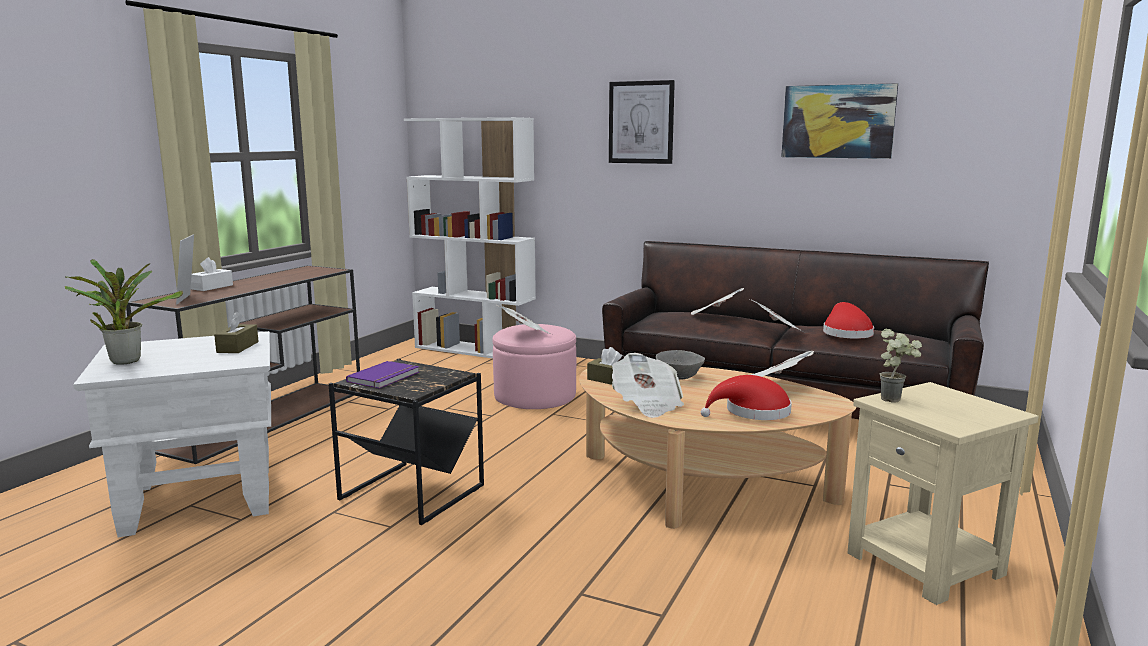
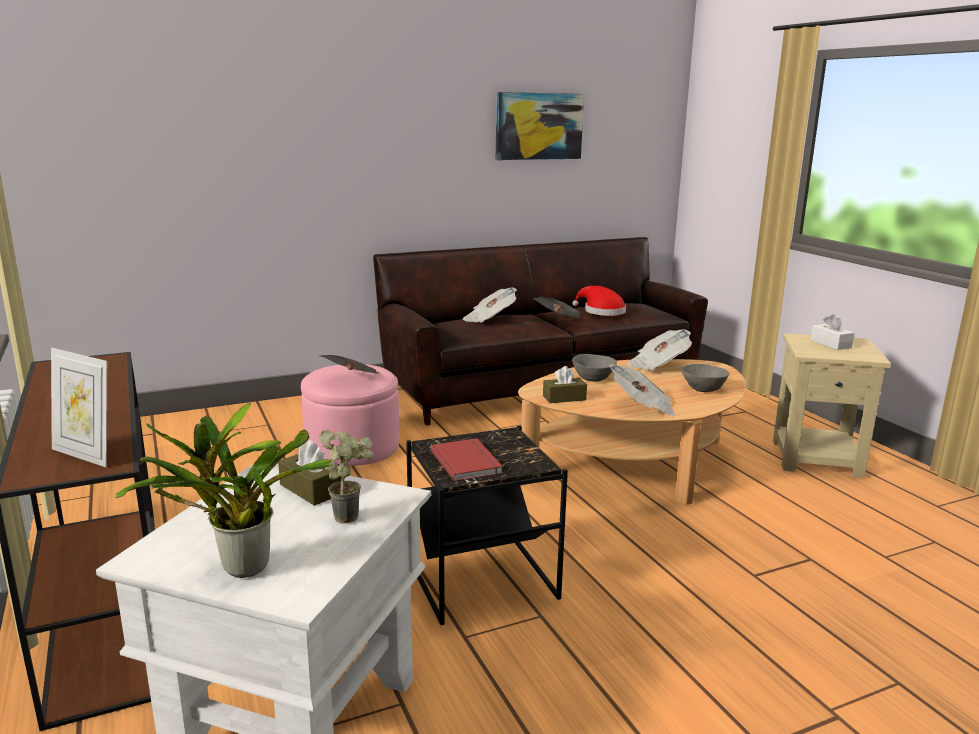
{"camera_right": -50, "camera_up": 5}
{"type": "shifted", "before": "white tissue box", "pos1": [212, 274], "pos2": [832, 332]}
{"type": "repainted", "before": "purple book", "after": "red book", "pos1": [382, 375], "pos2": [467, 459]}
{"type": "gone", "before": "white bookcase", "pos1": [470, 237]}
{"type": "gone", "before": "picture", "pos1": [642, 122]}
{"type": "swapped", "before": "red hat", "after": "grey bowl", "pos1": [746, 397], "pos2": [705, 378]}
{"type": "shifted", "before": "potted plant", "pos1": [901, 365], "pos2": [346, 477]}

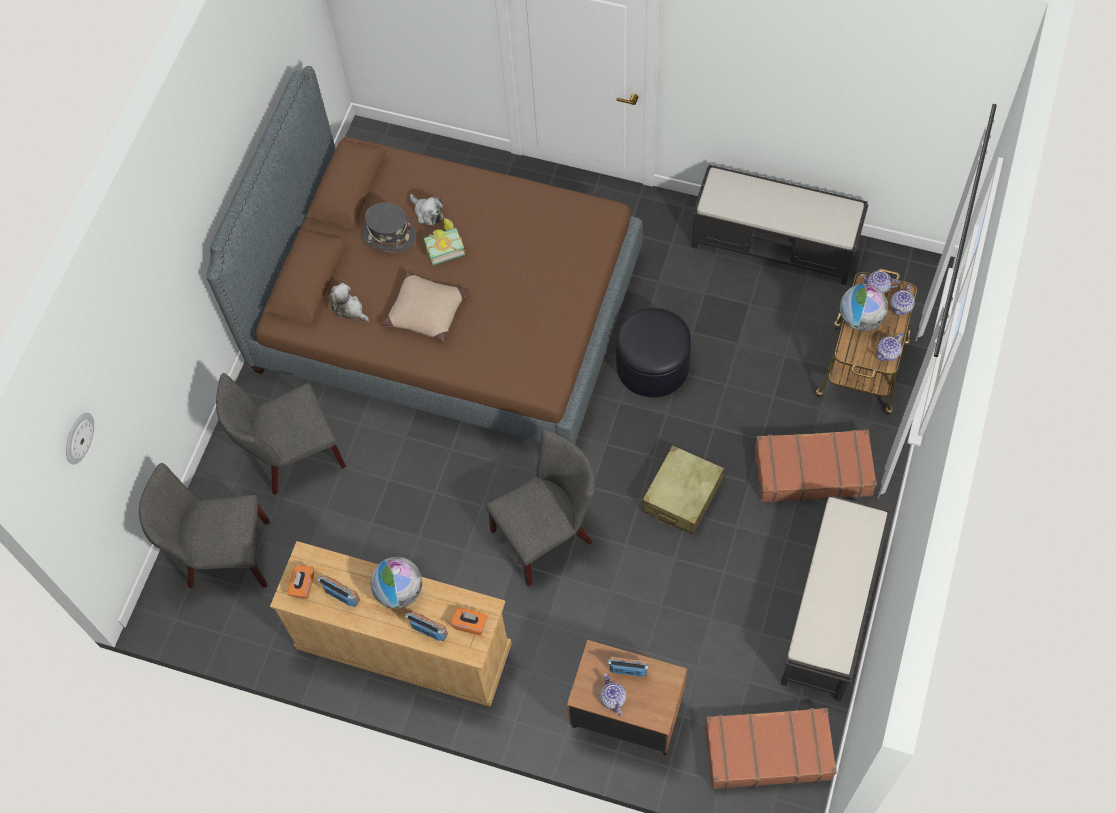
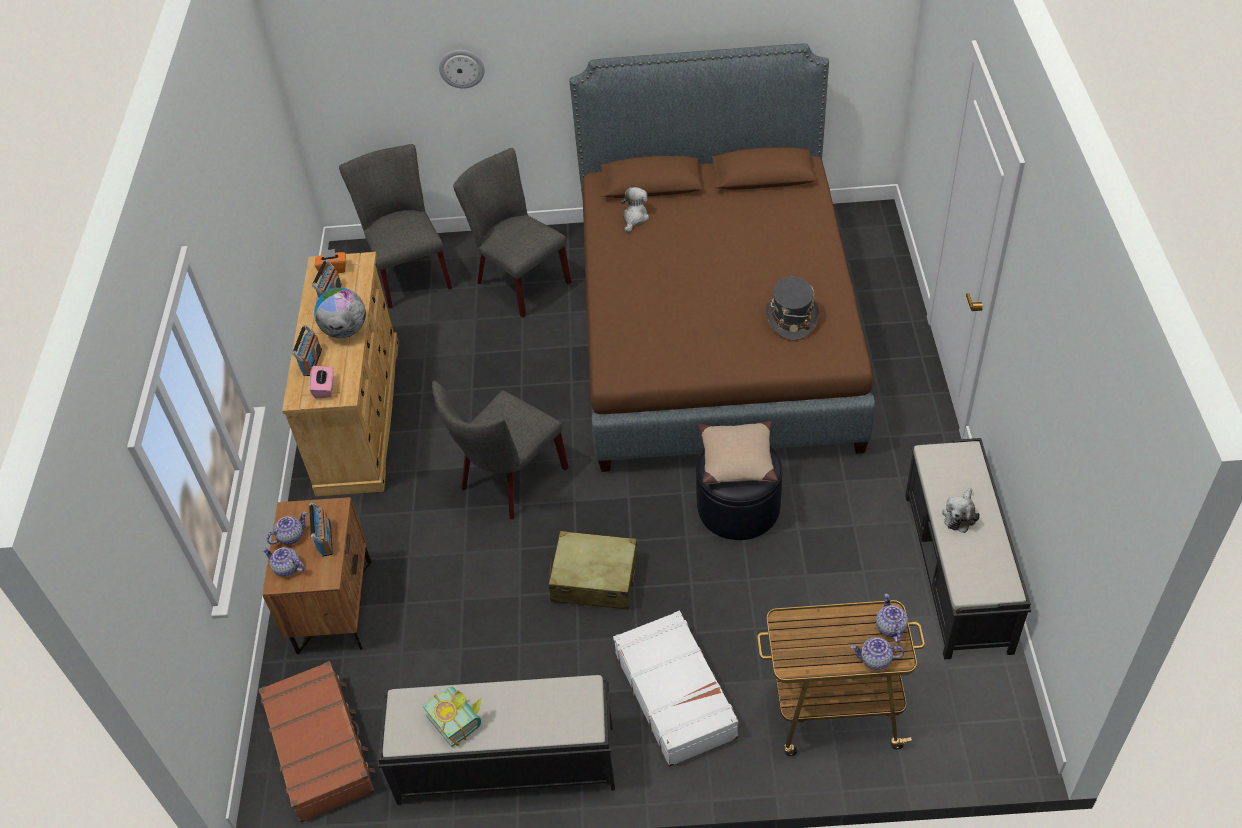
{"camera_right": 70, "camera_up": -15}
{"type": "shifted", "before": "wall clock", "pos1": [80, 439], "pos2": [462, 69]}
{"type": "shifted", "before": "grey hat", "pos1": [389, 227], "pos2": [792, 309]}
{"type": "shifted", "before": "beige pillow", "pos1": [425, 307], "pos2": [738, 452]}
{"type": "shifted", "before": "plush toy", "pos1": [427, 210], "pos2": [961, 510]}
{"type": "shifted", "before": "book", "pos1": [445, 241], "pos2": [452, 716]}
{"type": "repainted", "before": "orange tissue box", "after": "pink tissue box", "pos1": [469, 621], "pos2": [321, 382]}
{"type": "rotated", "before": "grey chair", "pos1": [540, 507], "pos2": [500, 450], "turn": 90}
{"type": "repainted", "before": "brown suitcase", "after": "white suitcase", "pos1": [816, 466], "pos2": [675, 689]}
{"type": "gone", "before": "globe", "pos1": [864, 307]}
{"type": "shifted", "before": "teapot", "pos1": [890, 347], "pos2": [283, 561]}

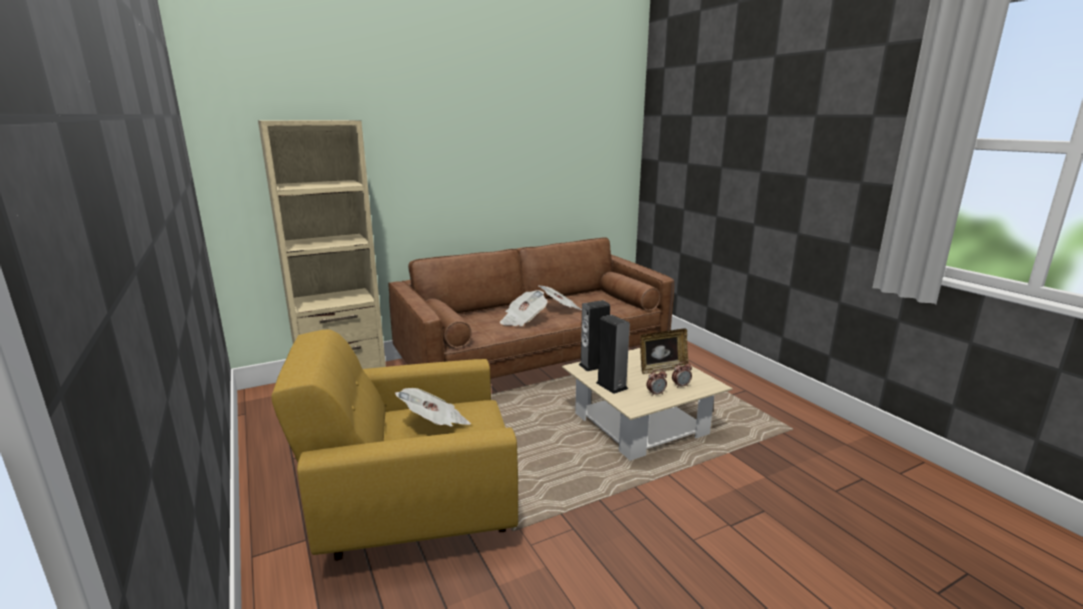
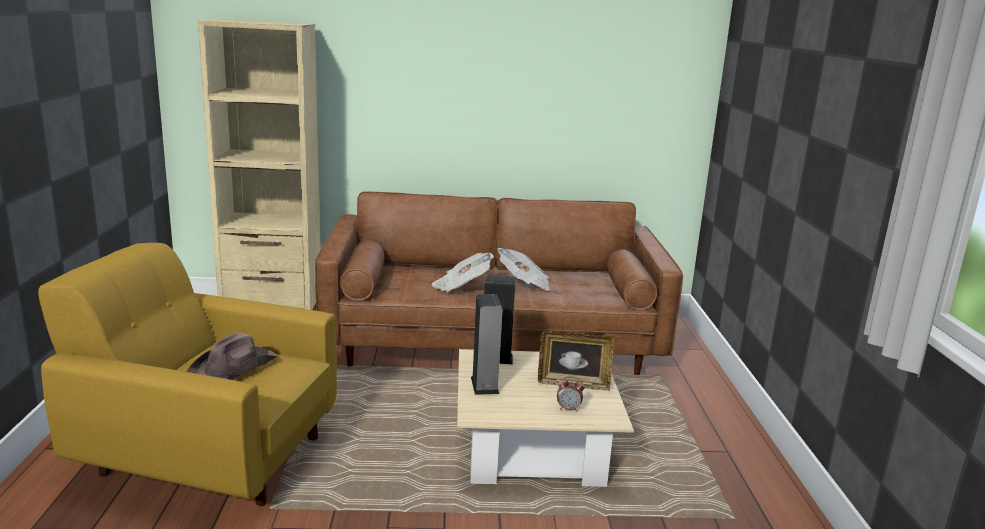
{"camera_right": 25, "camera_up": 0}
{"type": "swapped", "before": "newspaper", "after": "brown hat", "pos1": [433, 407], "pos2": [232, 356]}
{"type": "gone", "before": "alarm clock", "pos1": [656, 382]}

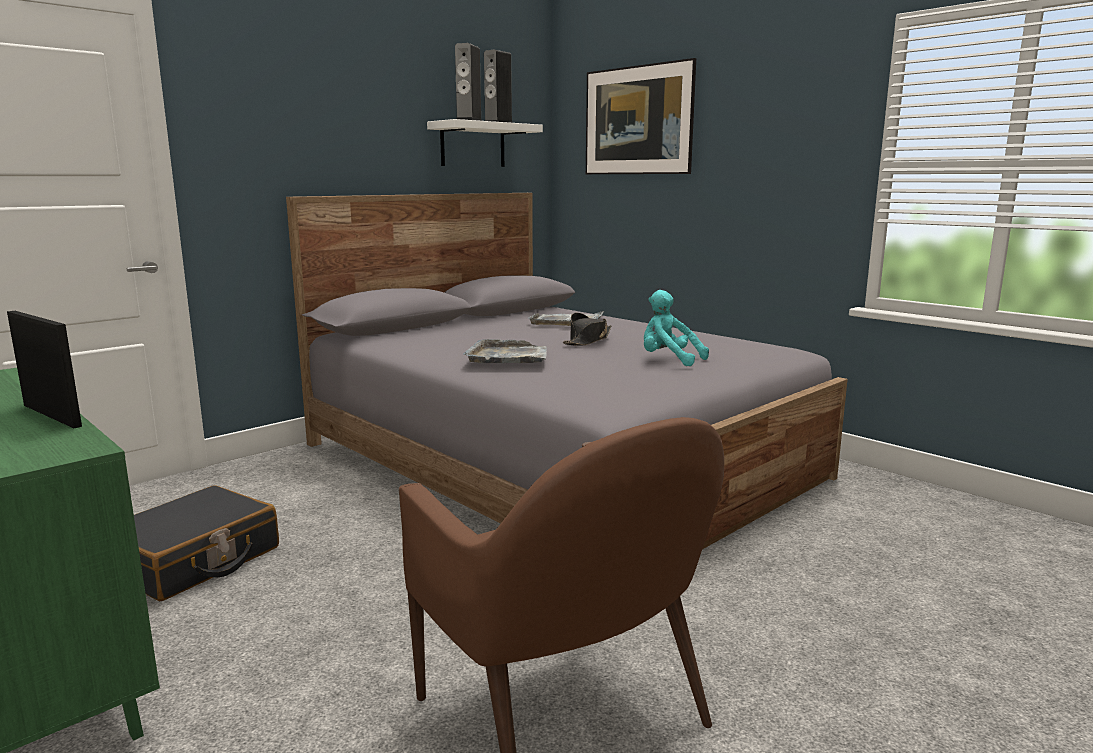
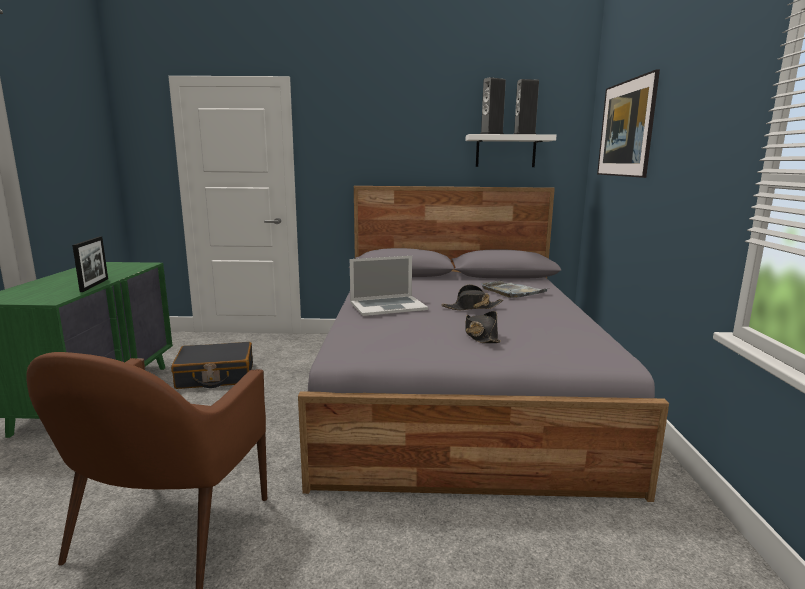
{"camera_right": 45, "camera_up": 0}
{"type": "swapped", "before": "grey tray", "after": "laptop", "pos1": [505, 351], "pos2": [389, 286]}
{"type": "swapped", "before": "turquoise plush toy", "after": "black hat", "pos1": [676, 328], "pos2": [483, 327]}

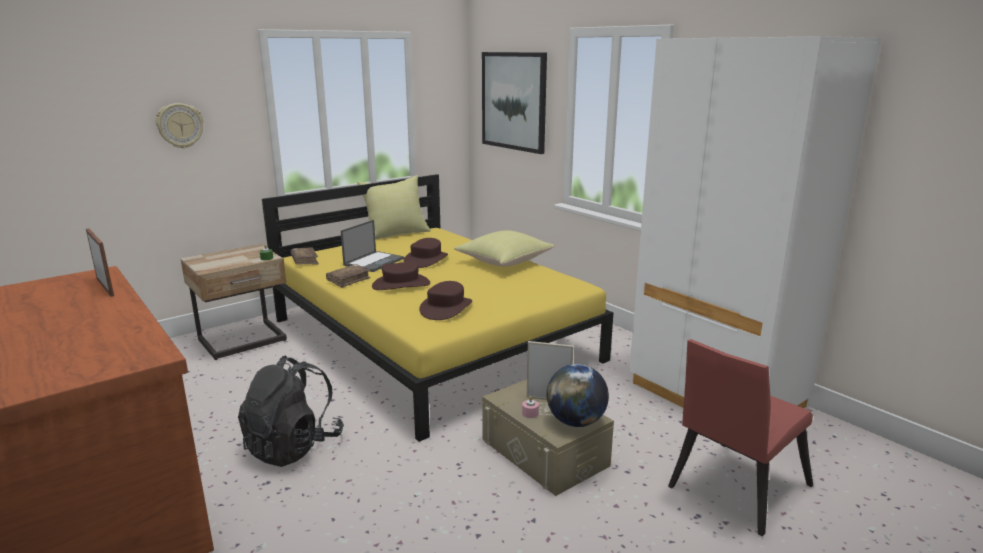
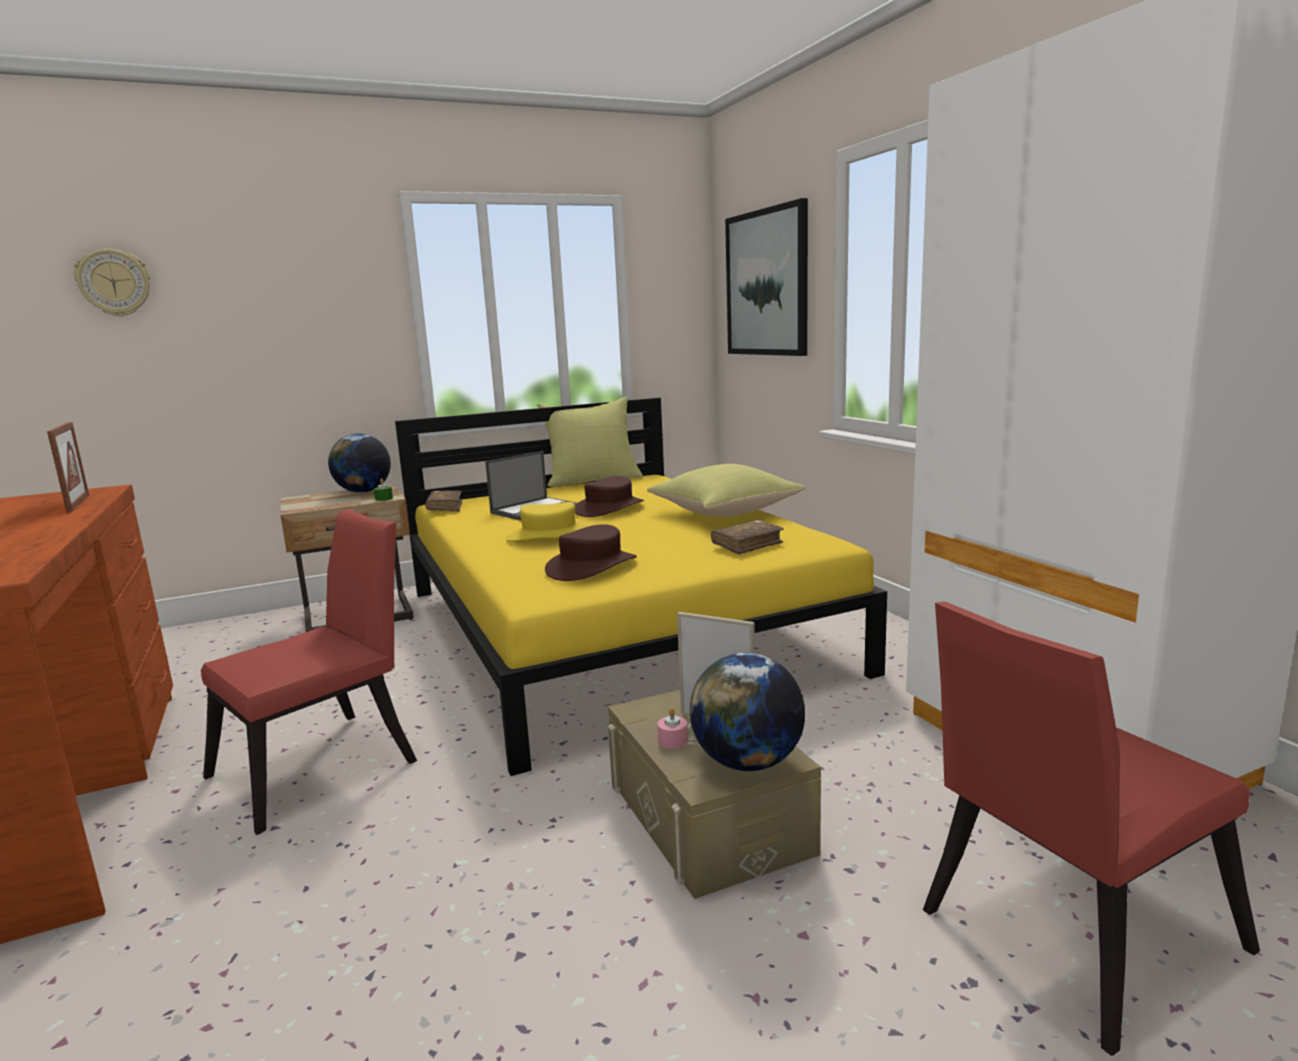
{"camera_right": 15, "camera_up": -5}
{"type": "shifted", "before": "wall clock", "pos1": [180, 126], "pos2": [112, 283]}
{"type": "swapped", "before": "black backpack", "after": "red chair", "pos1": [291, 411], "pos2": [309, 671]}
{"type": "shifted", "before": "brown book", "pos1": [348, 276], "pos2": [747, 537]}
{"type": "repainted", "before": "brown hat", "after": "yellow hat", "pos1": [401, 276], "pos2": [547, 521]}
{"type": "new", "after": "globe", "pos2": [359, 463]}

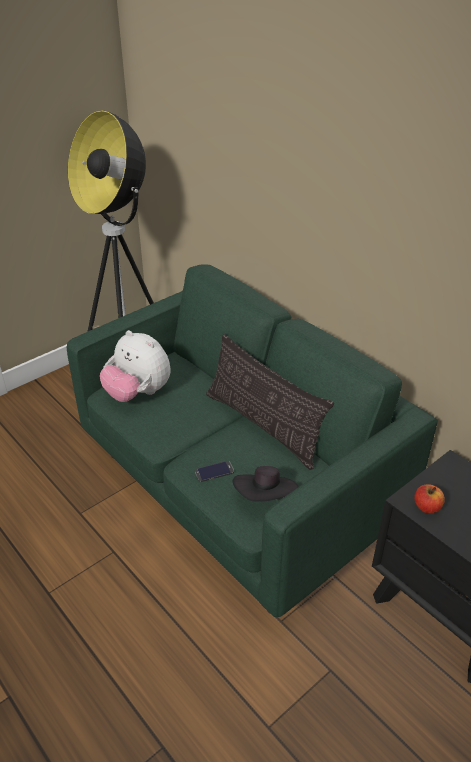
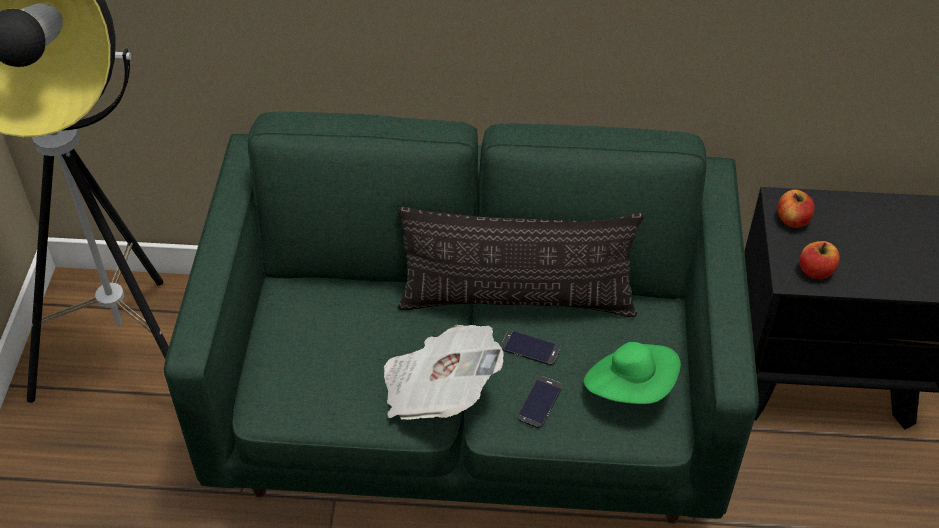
{"camera_right": -45, "camera_up": 10}
{"type": "gone", "before": "plush toy", "pos1": [135, 366]}
{"type": "repainted", "before": "black hat", "after": "green hat", "pos1": [266, 484], "pos2": [632, 373]}
{"type": "new", "after": "newspaper", "pos2": [444, 372]}
{"type": "new", "after": "phone", "pos2": [530, 347]}
{"type": "new", "after": "apple", "pos2": [796, 209]}

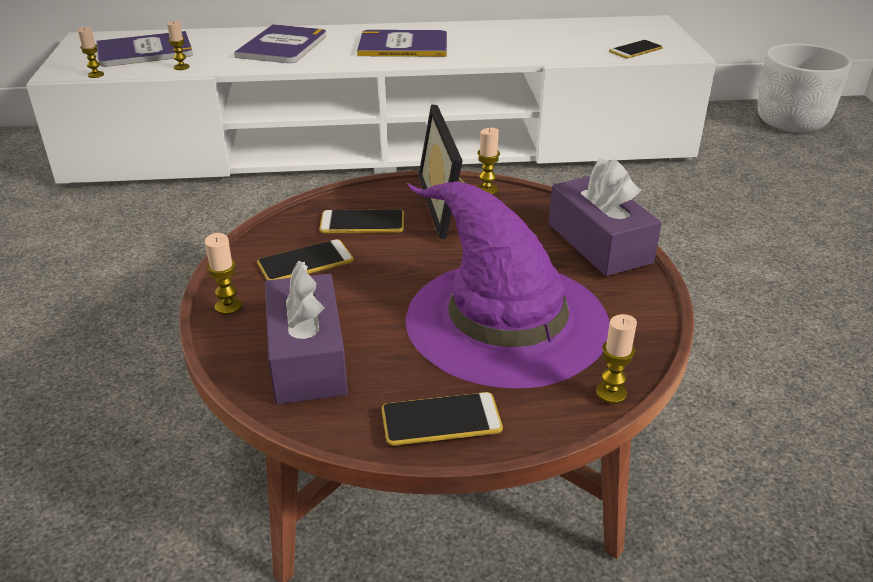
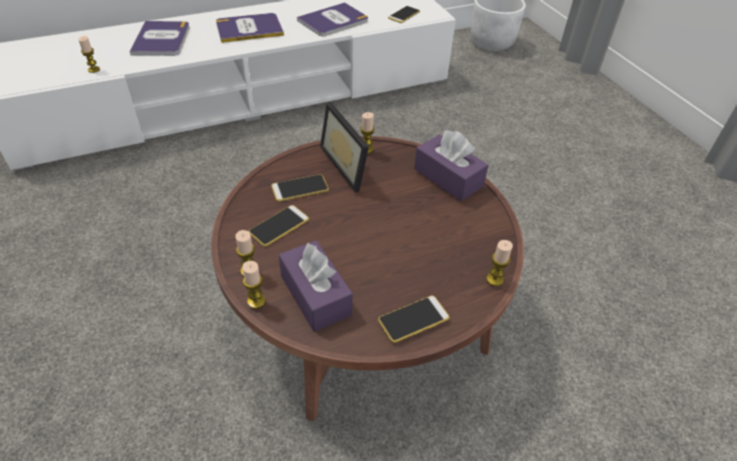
{"camera_right": -20, "camera_up": 10}
{"type": "shifted", "before": "candle", "pos1": [91, 52], "pos2": [254, 285]}
{"type": "shifted", "before": "book", "pos1": [144, 49], "pos2": [332, 19]}
{"type": "gone", "before": "purple hat", "pos1": [507, 284]}

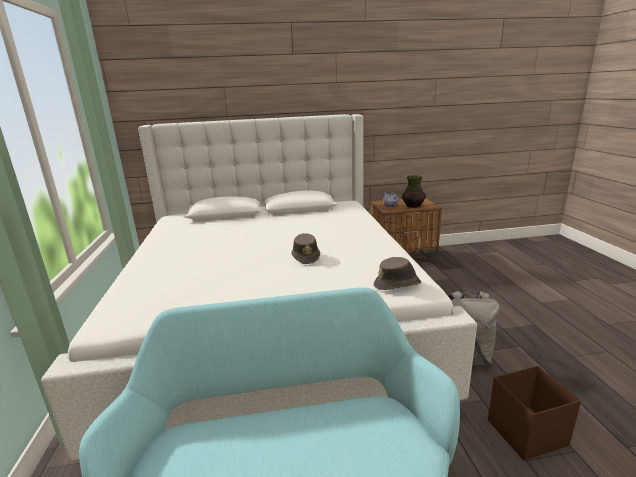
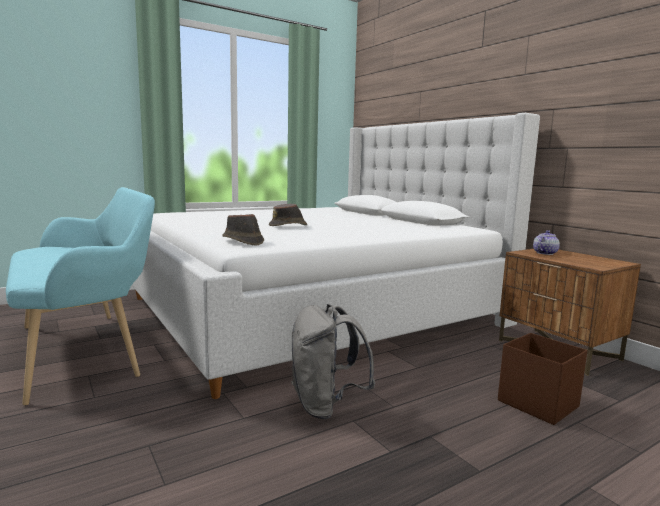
{"camera_right": 65, "camera_up": -10}
{"type": "gone", "before": "vase", "pos1": [414, 191]}
{"type": "shifted", "before": "brown storage box", "pos1": [534, 413], "pos2": [542, 379]}

